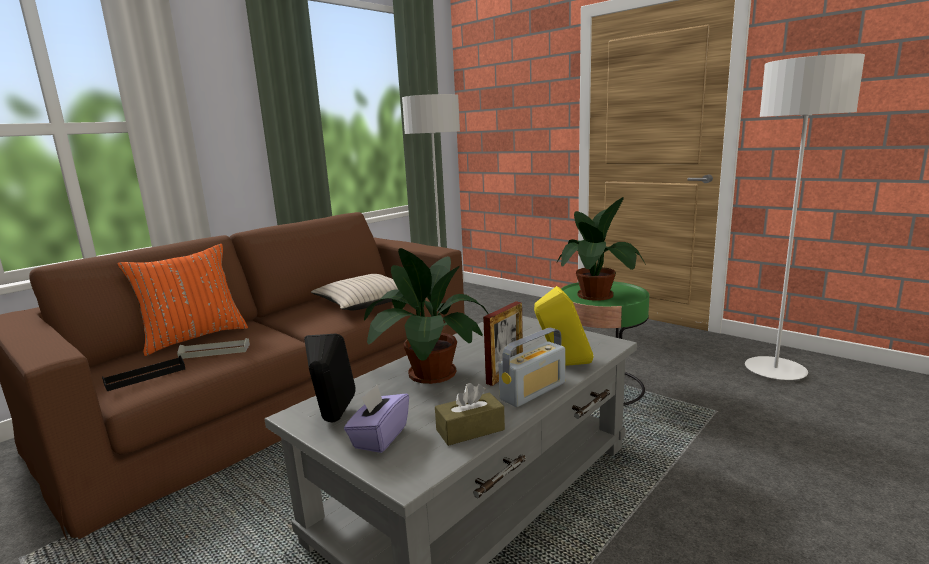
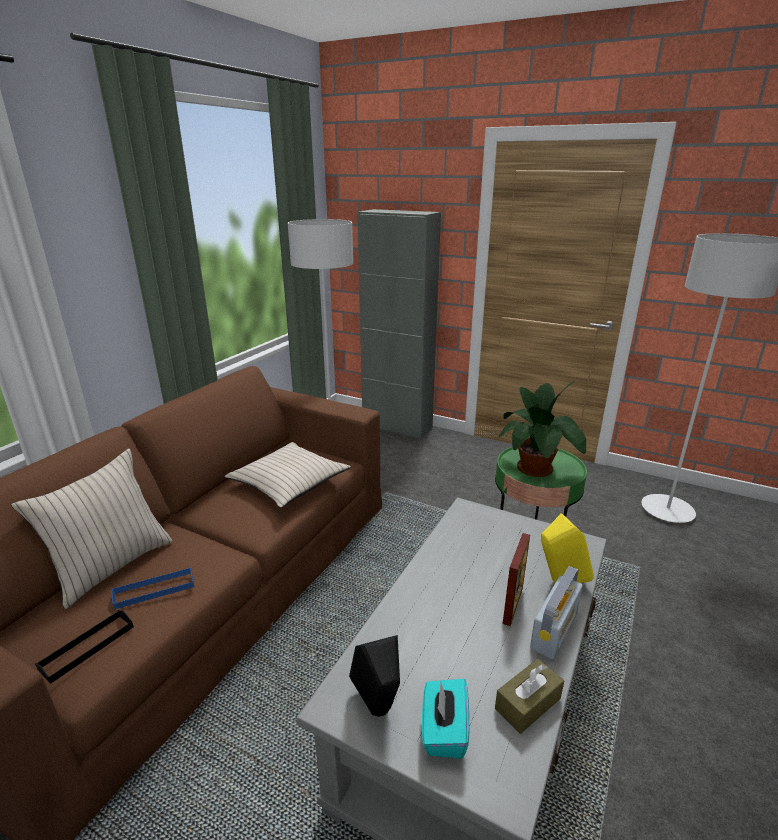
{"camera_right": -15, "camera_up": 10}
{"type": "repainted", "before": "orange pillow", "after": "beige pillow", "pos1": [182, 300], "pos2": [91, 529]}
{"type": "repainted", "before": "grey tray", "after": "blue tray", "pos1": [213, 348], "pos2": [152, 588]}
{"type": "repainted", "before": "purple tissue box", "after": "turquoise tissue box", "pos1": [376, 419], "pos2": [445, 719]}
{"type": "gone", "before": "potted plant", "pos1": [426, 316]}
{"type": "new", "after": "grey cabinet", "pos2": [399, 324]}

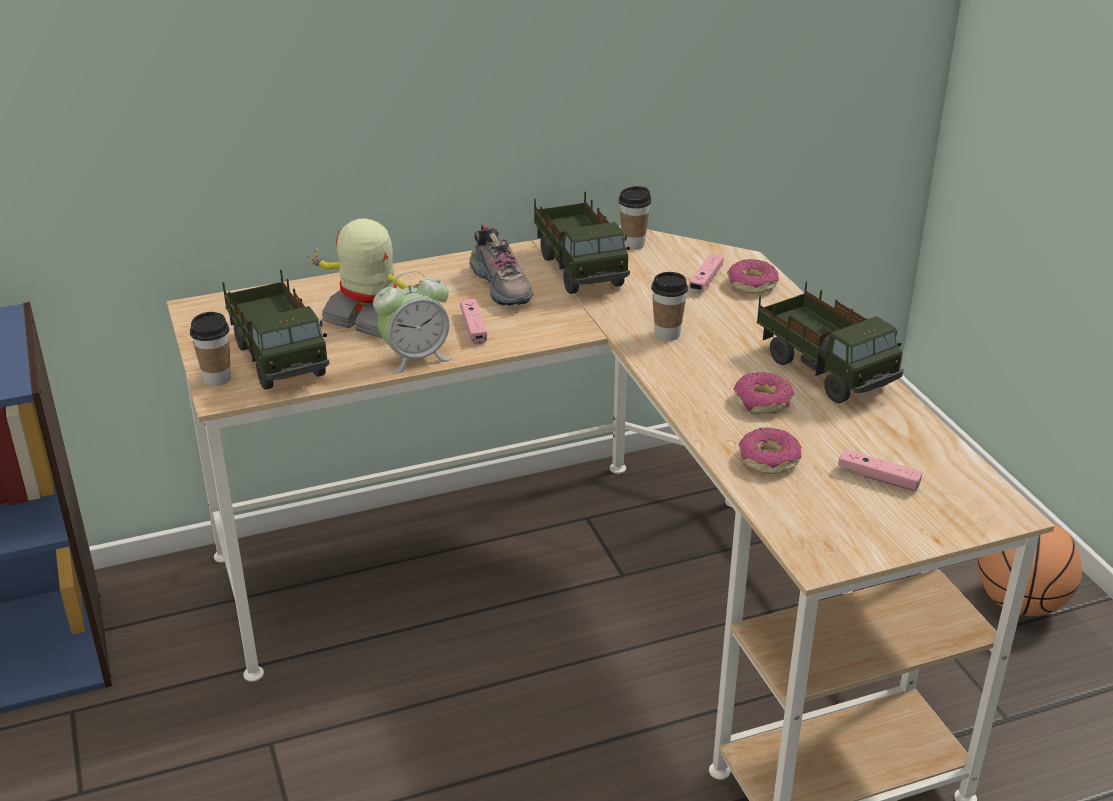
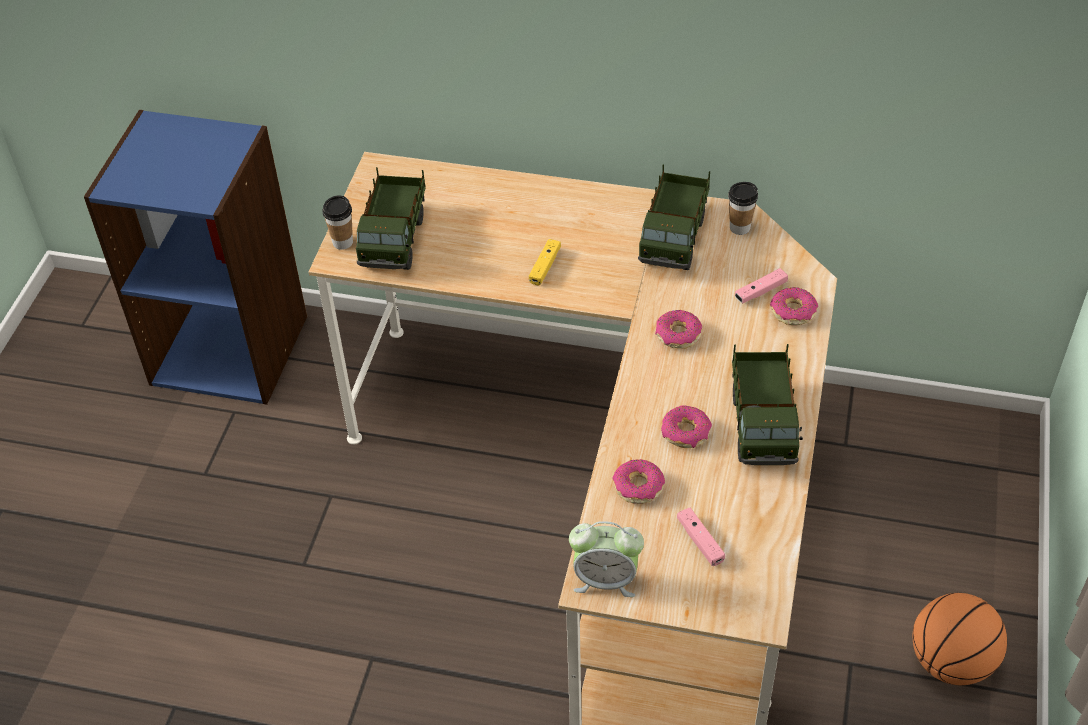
{"camera_right": 35, "camera_up": 15}
{"type": "gone", "before": "toy robot", "pos1": [365, 278]}
{"type": "shifted", "before": "alarm clock", "pos1": [412, 322], "pos2": [606, 559]}
{"type": "repainted", "before": "pink game controller", "after": "yellow game controller", "pos1": [473, 321], "pos2": [545, 262]}
{"type": "gone", "before": "shoe", "pos1": [501, 265]}
{"type": "swapped", "before": "cup", "after": "donut", "pos1": [669, 306], "pos2": [678, 329]}

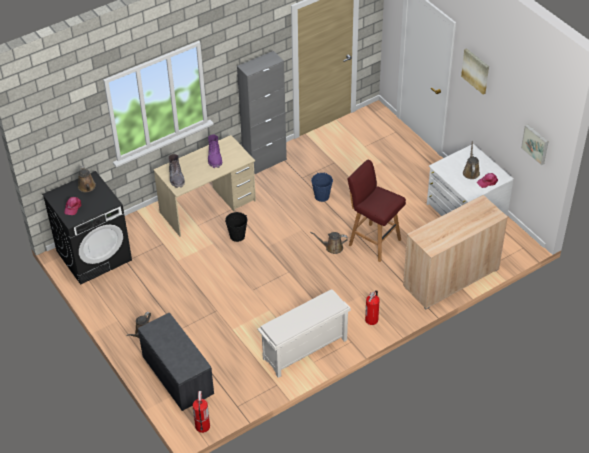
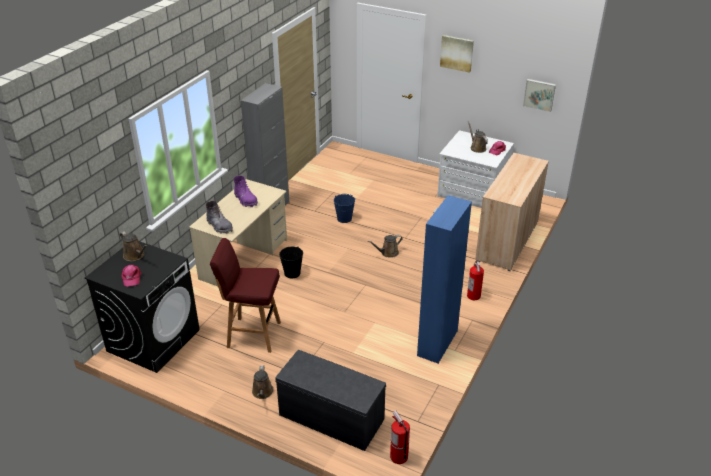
{"camera_right": -30, "camera_up": -10}
{"type": "swapped", "before": "white shoe rack", "after": "blue cabinet", "pos1": [304, 333], "pos2": [444, 279]}
{"type": "shifted", "before": "red stool", "pos1": [377, 211], "pos2": [245, 295]}

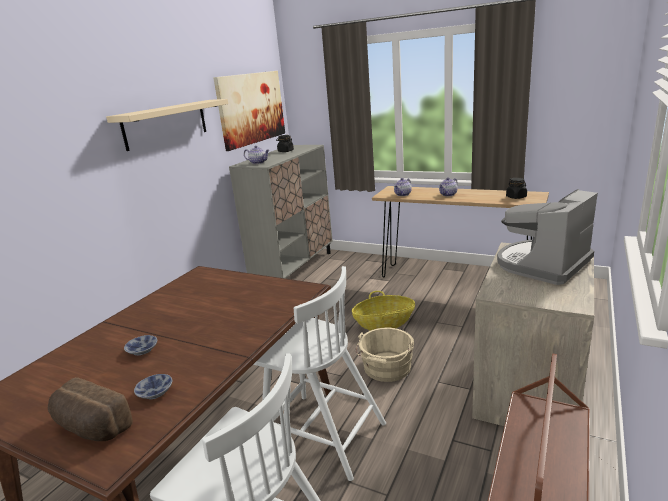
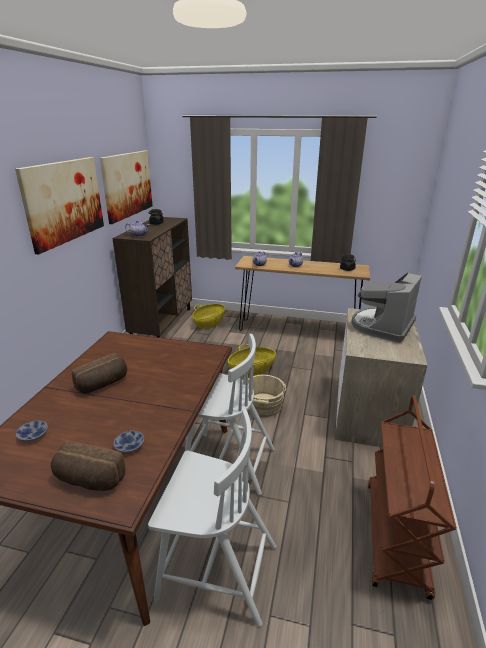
{"camera_right": -15, "camera_up": 5}
{"type": "swapped", "before": "beige shelf", "after": "picture", "pos1": [167, 125], "pos2": [59, 206]}
{"type": "shifted", "before": "bowl", "pos1": [140, 345], "pos2": [31, 431]}
{"type": "repainted", "before": "grey cabinet", "after": "brown cabinet", "pos1": [281, 211], "pos2": [152, 277]}
{"type": "new", "after": "bread", "pos2": [99, 373]}
{"type": "new", "after": "basket", "pos2": [209, 316]}

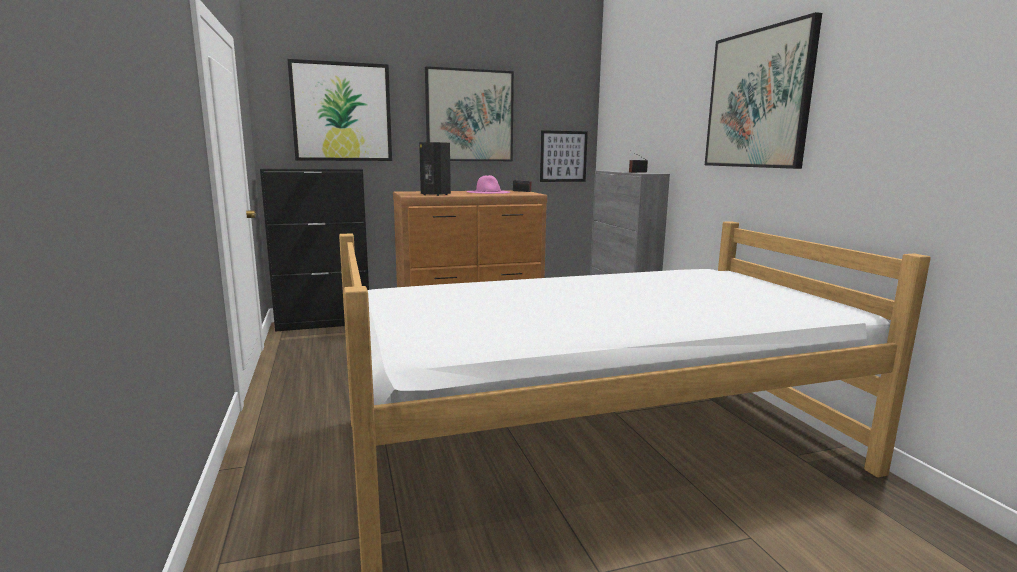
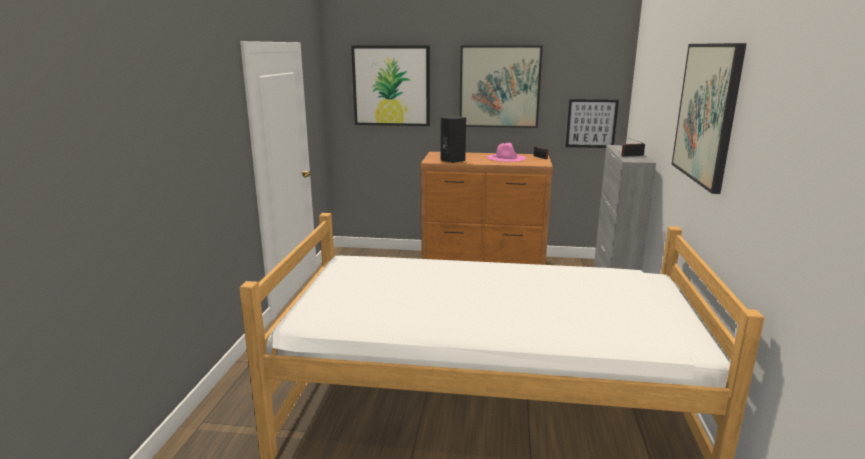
{"camera_right": 25, "camera_up": 5}
{"type": "gone", "before": "black cabinet", "pos1": [314, 250]}

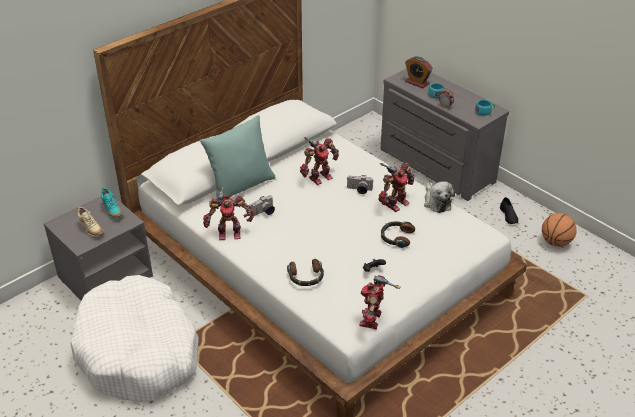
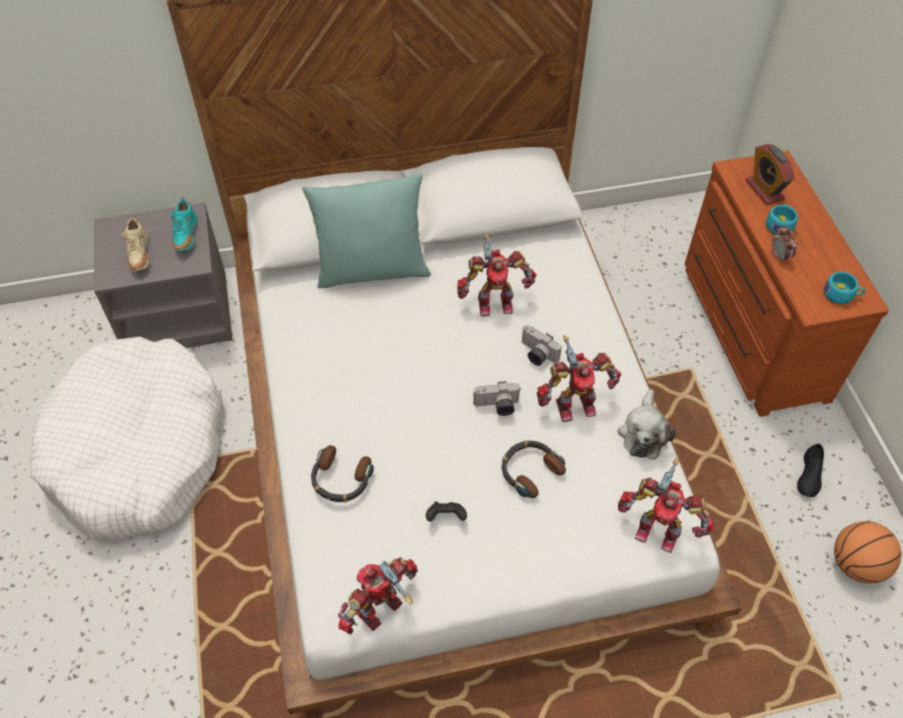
{"camera_right": 30, "camera_up": 15}
{"type": "shifted", "before": "toy robot", "pos1": [228, 213], "pos2": [666, 505]}
{"type": "shifted", "before": "photo camera", "pos1": [262, 205], "pos2": [497, 398]}
{"type": "repainted", "before": "grey dresser", "after": "brown dresser", "pos1": [444, 134], "pos2": [787, 284]}

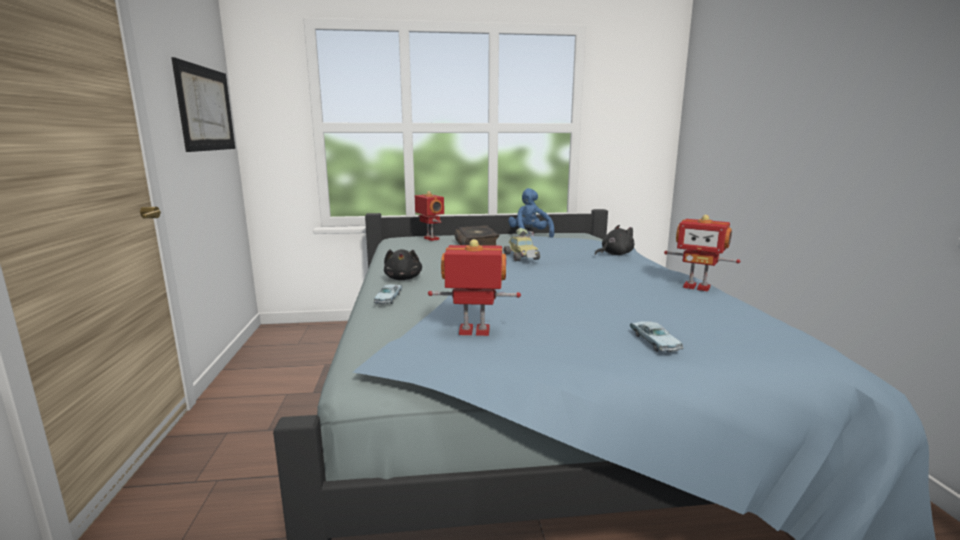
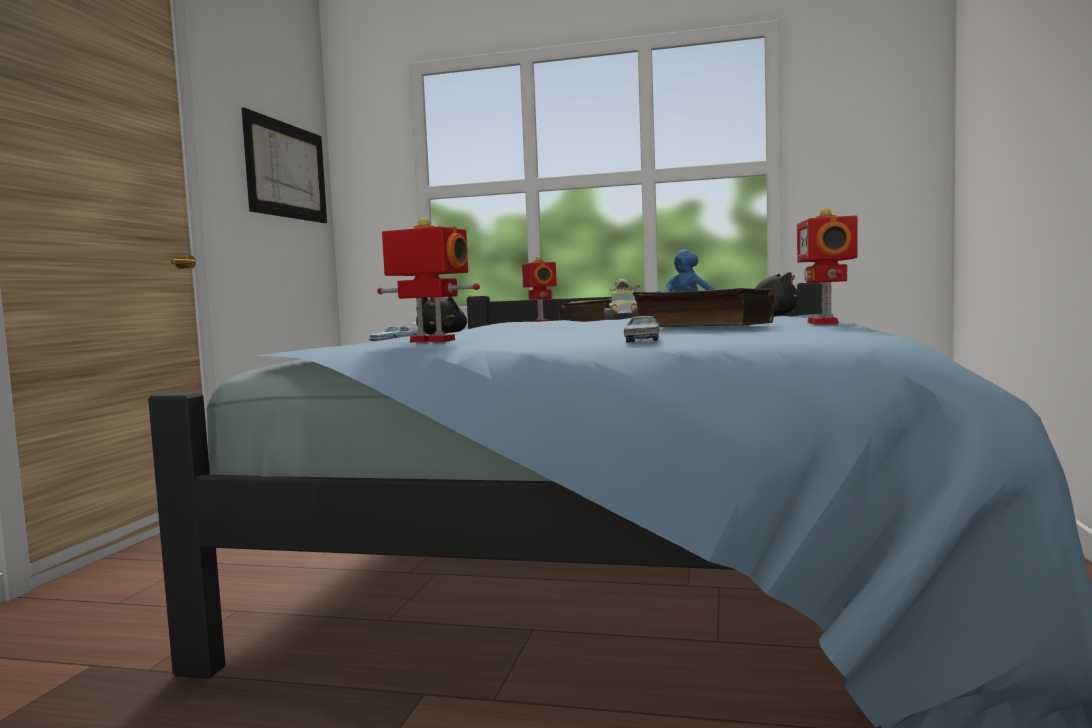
{"camera_right": 20, "camera_up": -10}
{"type": "repainted", "before": "blue toy car", "after": "grey toy car", "pos1": [657, 336], "pos2": [642, 329]}
{"type": "rotated", "before": "toy robot", "pos1": [702, 253], "pos2": [827, 266], "turn": 45}
{"type": "new", "after": "book", "pos2": [703, 307]}

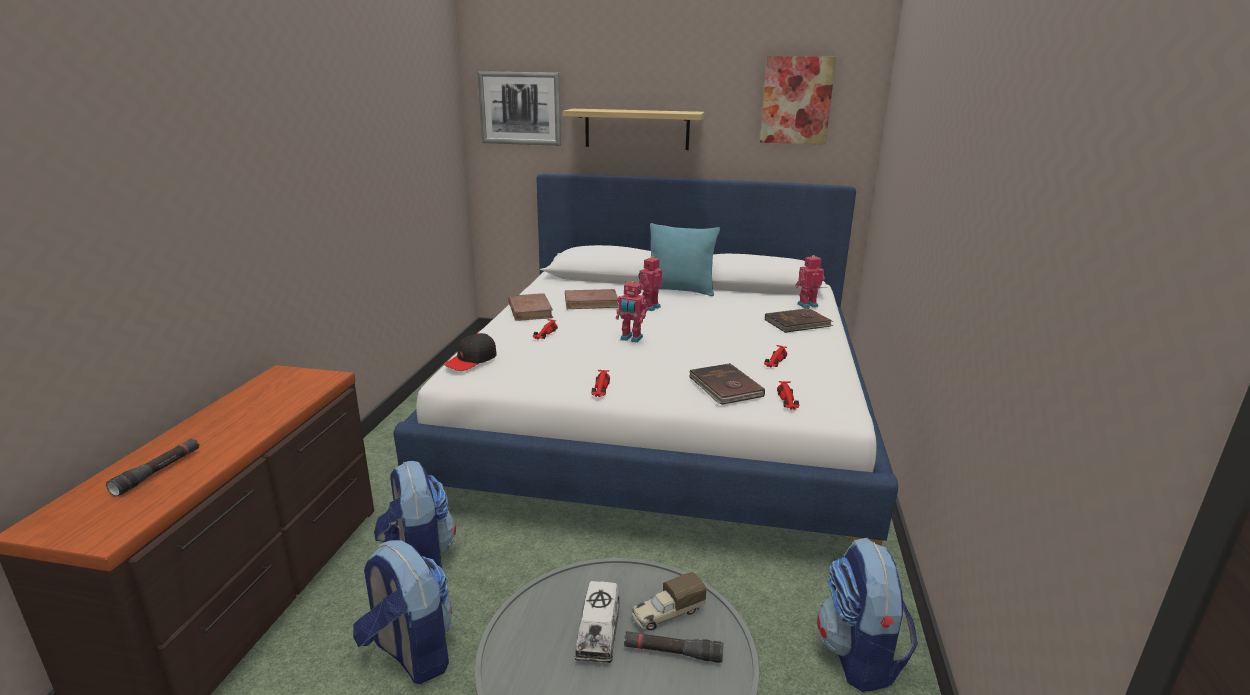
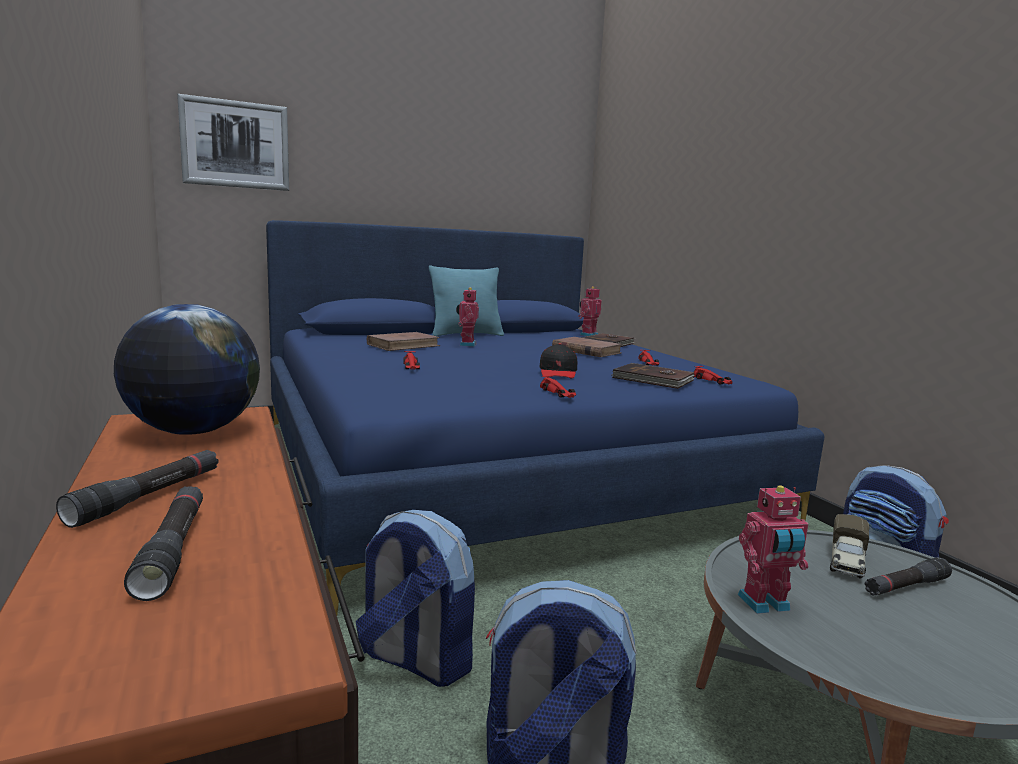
{"camera_right": -35, "camera_up": -10}
{"type": "repainted", "before": "white bed", "after": "blue bed", "pos1": [646, 360], "pos2": [545, 417]}
{"type": "shifted", "before": "black cap", "pos1": [470, 352], "pos2": [558, 361]}
{"type": "shifted", "before": "brown book", "pos1": [530, 307], "pos2": [587, 347]}
{"type": "gone", "before": "shelf", "pos1": [633, 129]}
{"type": "gone", "before": "toy truck", "pos1": [597, 622]}
{"type": "shifted", "before": "toy robot", "pos1": [632, 312], "pos2": [773, 549]}
{"type": "gone", "before": "picture", "pos1": [798, 100]}
{"type": "new", "after": "black flashlight", "pos2": [137, 489]}
{"type": "new", "after": "globe", "pos2": [187, 369]}

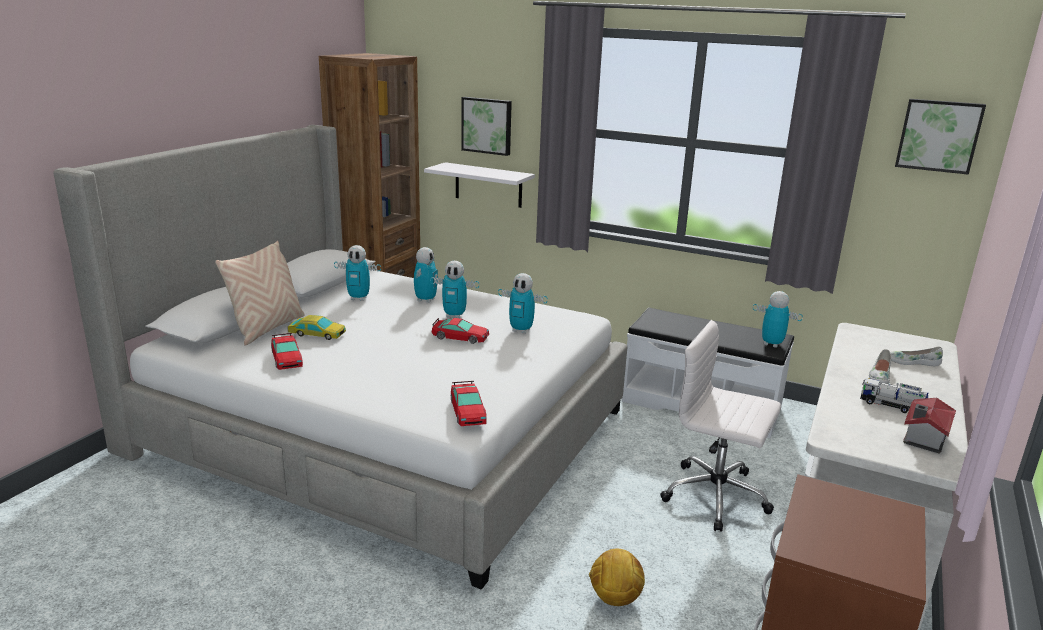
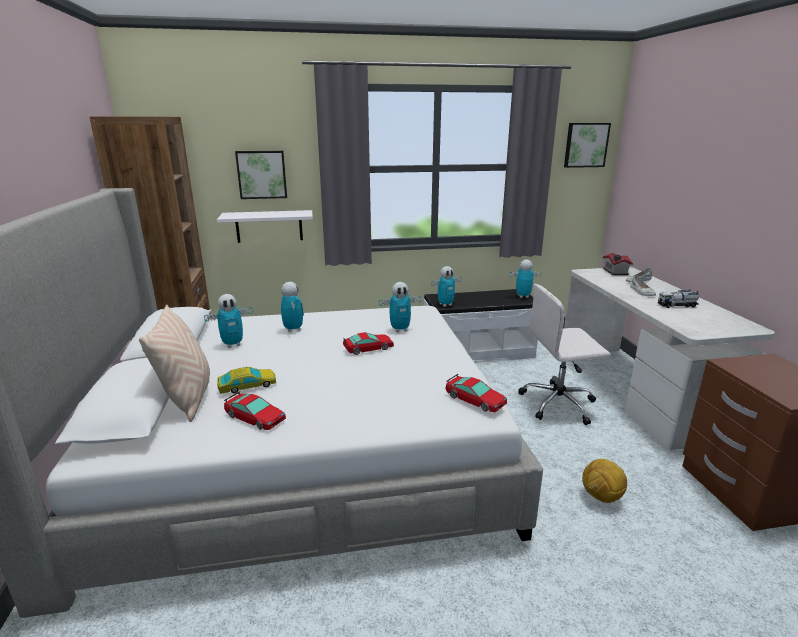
{"camera_right": -35, "camera_up": 0}
{"type": "shifted", "before": "toy robot", "pos1": [454, 289], "pos2": [446, 286]}
{"type": "shifted", "before": "toy house", "pos1": [929, 426], "pos2": [618, 263]}

